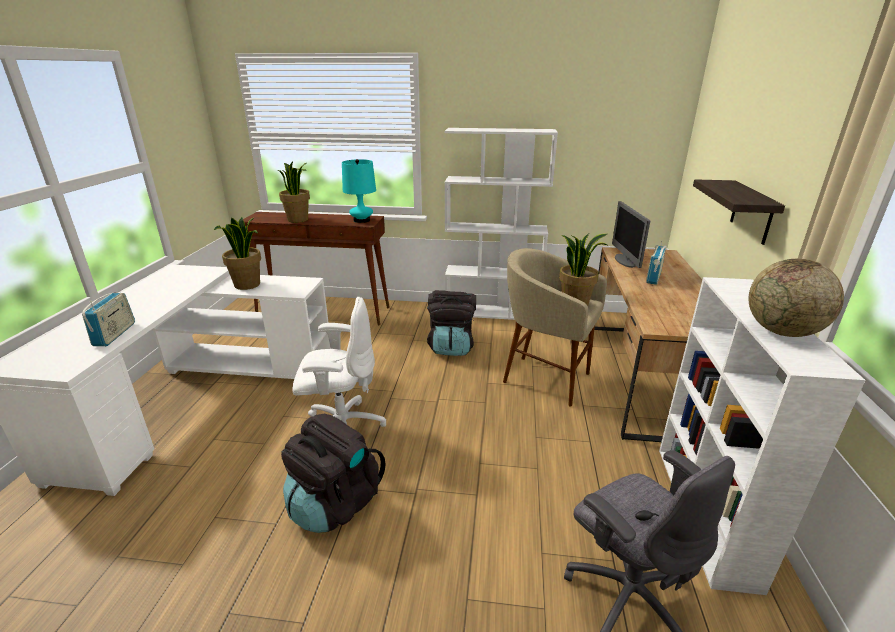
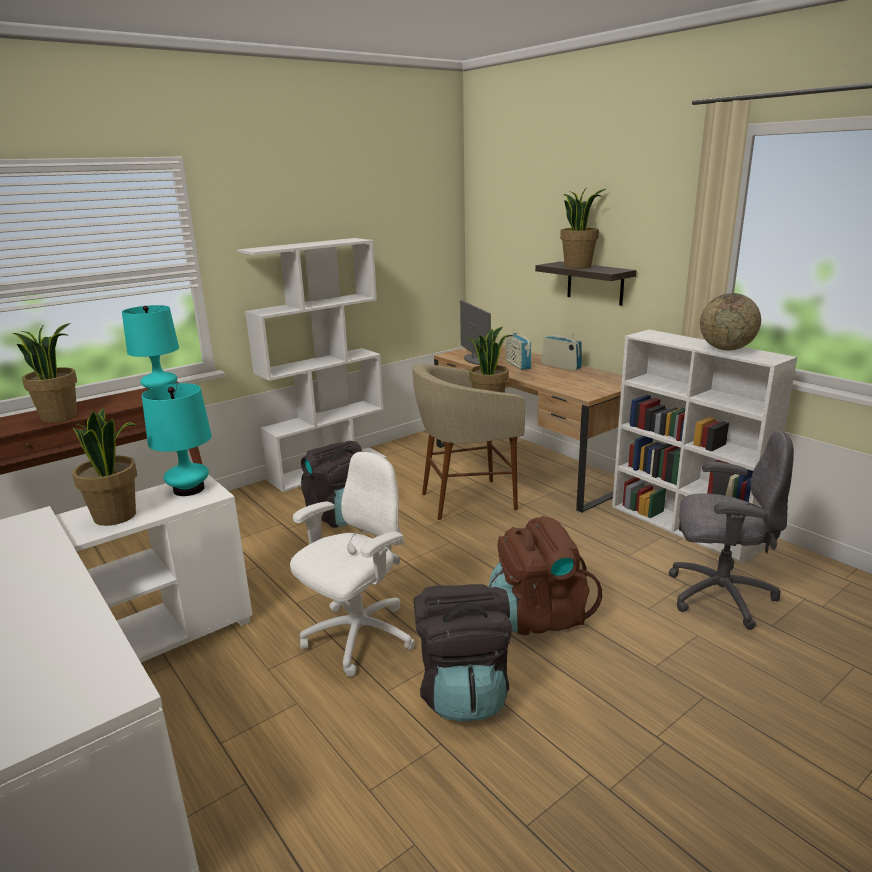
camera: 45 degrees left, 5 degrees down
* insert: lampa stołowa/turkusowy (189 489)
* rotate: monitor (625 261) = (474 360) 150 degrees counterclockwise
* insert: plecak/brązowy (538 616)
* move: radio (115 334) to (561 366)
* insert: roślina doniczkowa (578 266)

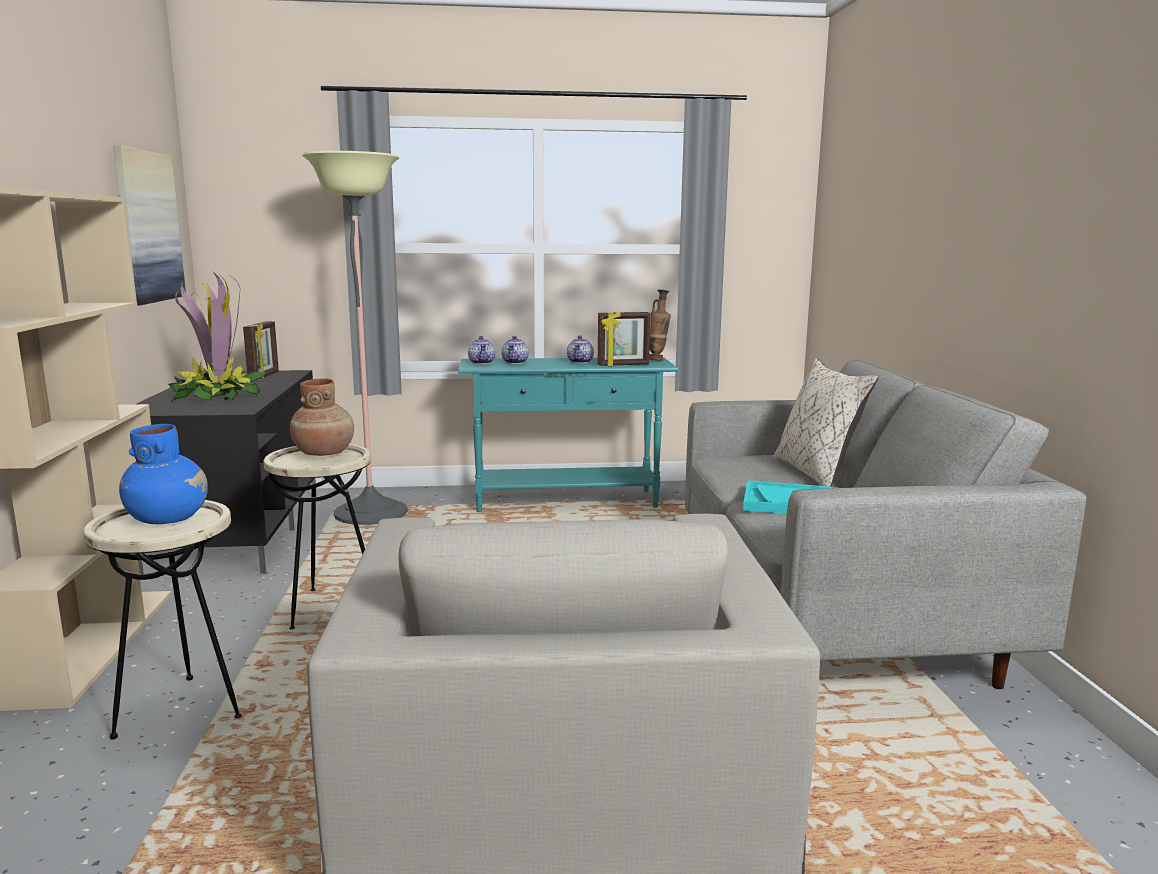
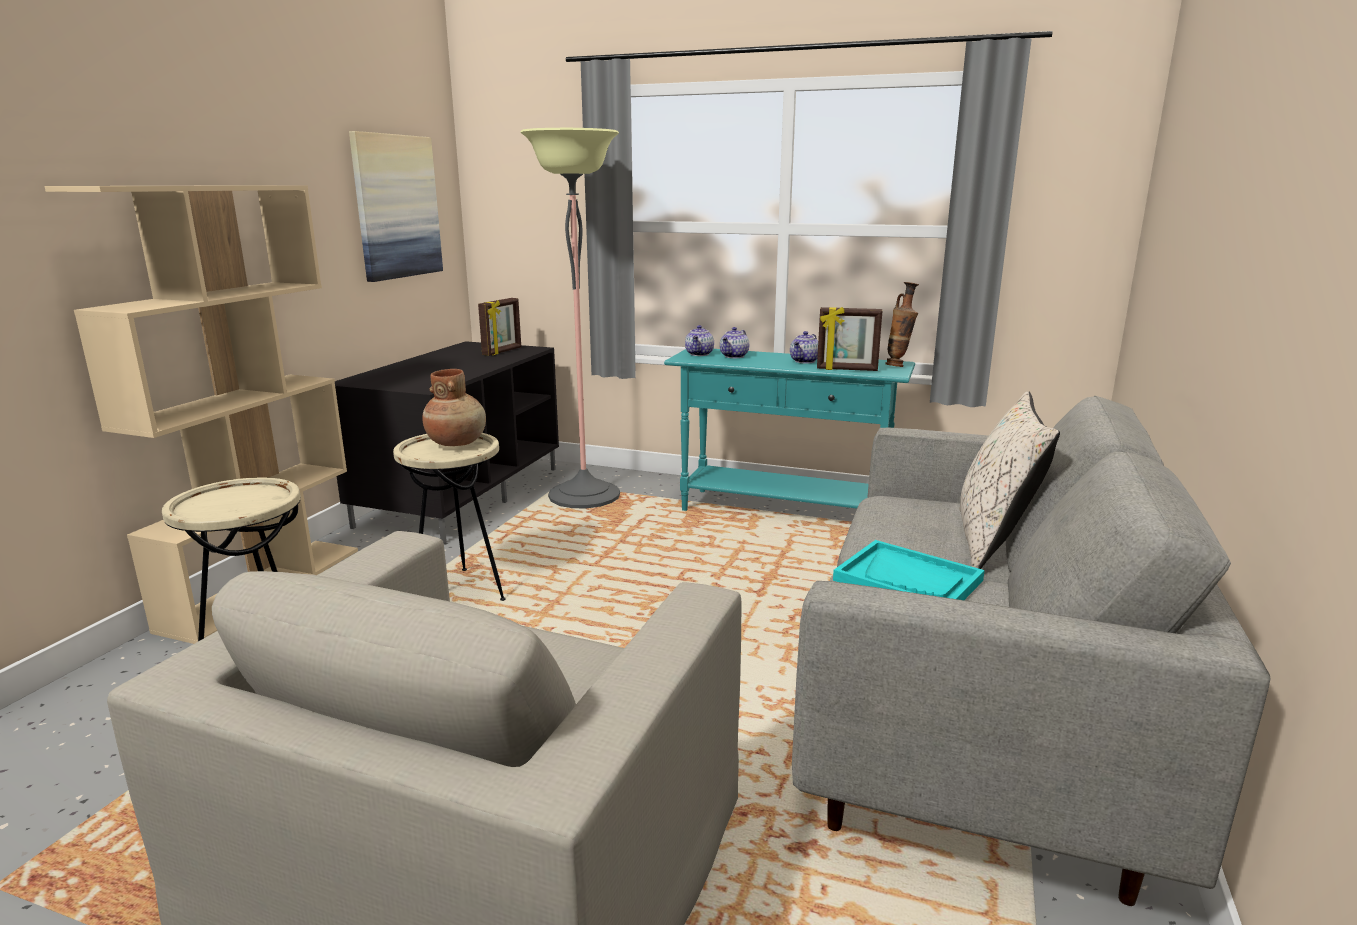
camera: 25 degrees right, 5 degrees up
* delete: wazon/niebieski (168 519)
* delete: roślina doniczkowa (218 397)

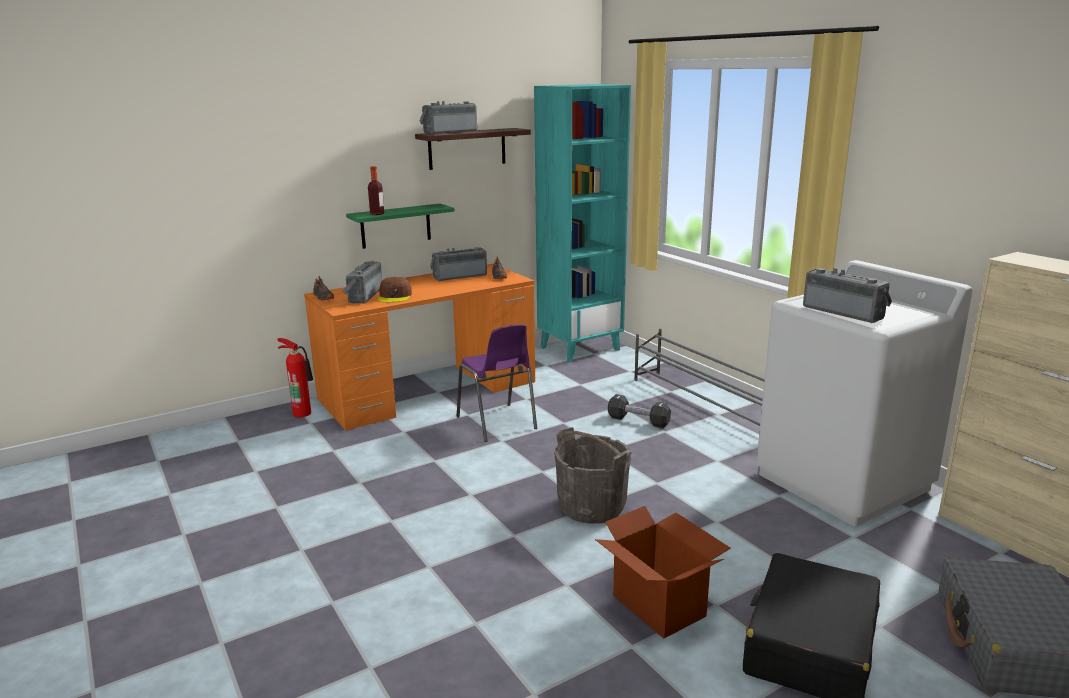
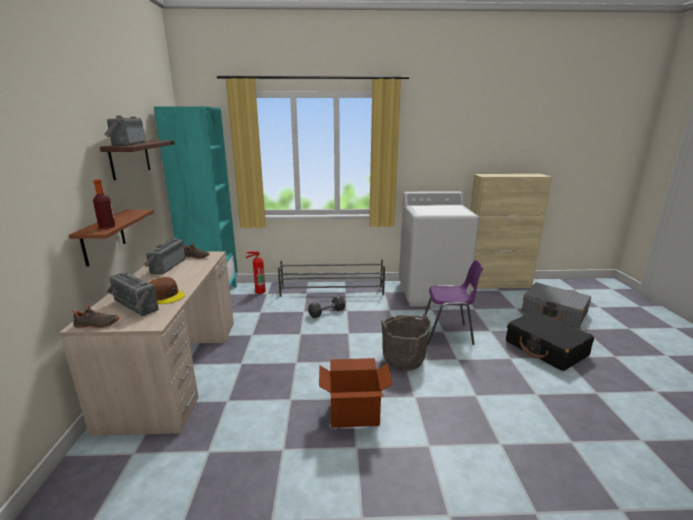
camera: 60 degrees left, 0 degrees up
* recolor: biurko/pomarańczowy (429 390) to biurko/beżowy (177 367)
* recolor: półka/zielony (395 226) to półka/brązowy (103 237)
* move: gaśnica (302 412) to (259 291)
* move: karton (659 605) to (354 413)
* move: krzesło/fioletowy (497 423) to (448 334)
* delete: radio (844 312)

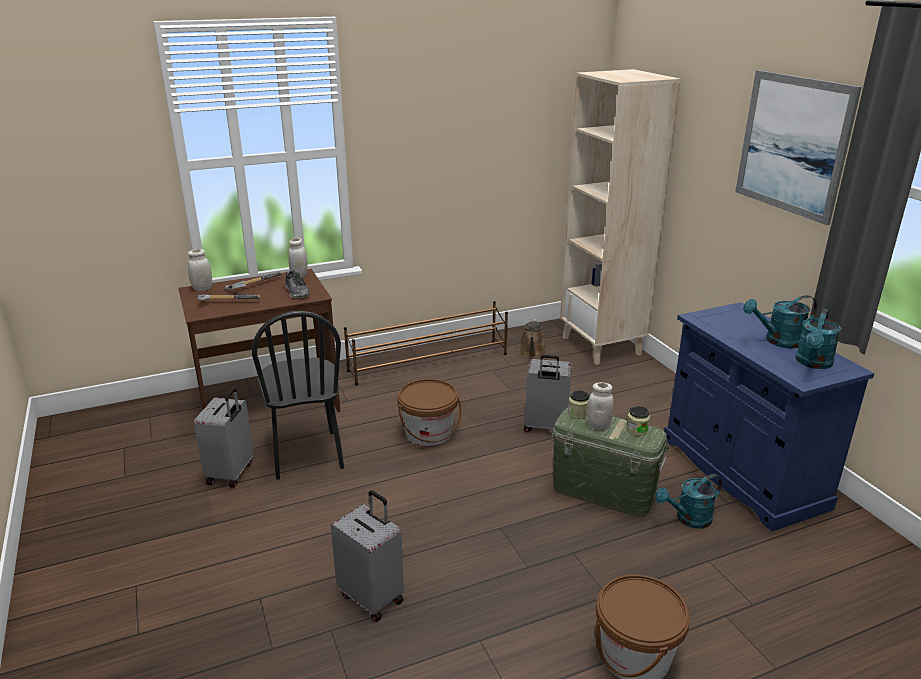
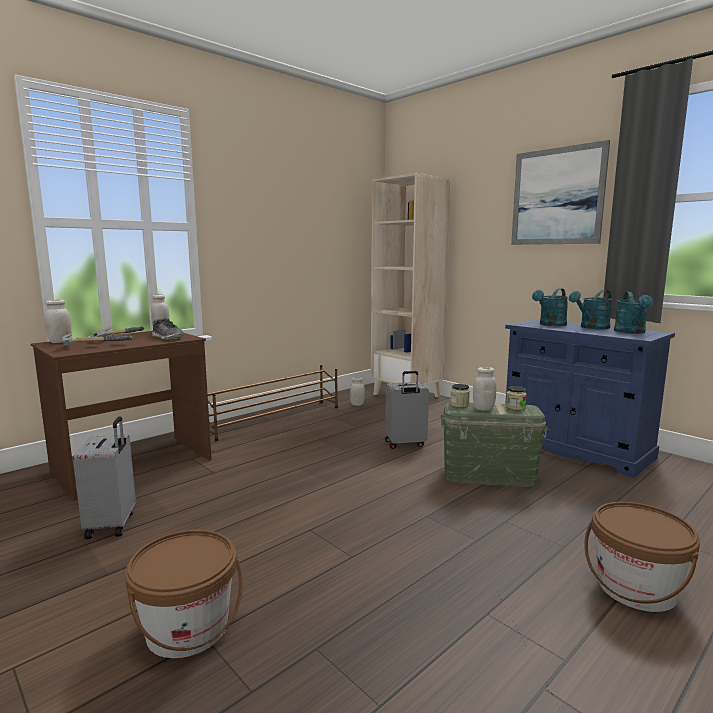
camera: 20 degrees left, 15 degrees down
* move: wiadro/brązowy (428 433) to (188 628)
* replace: konewka/brązowy (532 353) to słoik/biały (357 404)
* move: konewka/turkusowy (688 519) to (550 324)
* delete: krzesło/czarny (307 455)
* delete: walizka/szary (372 597)

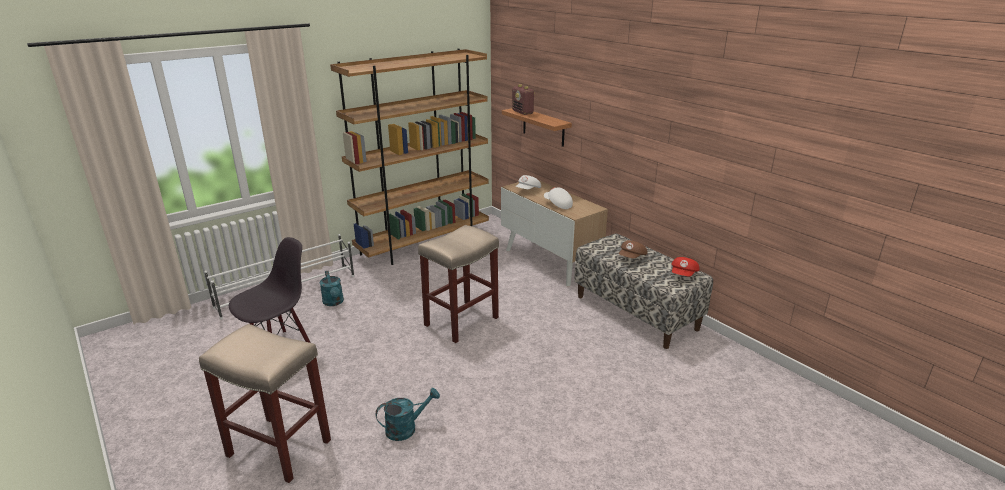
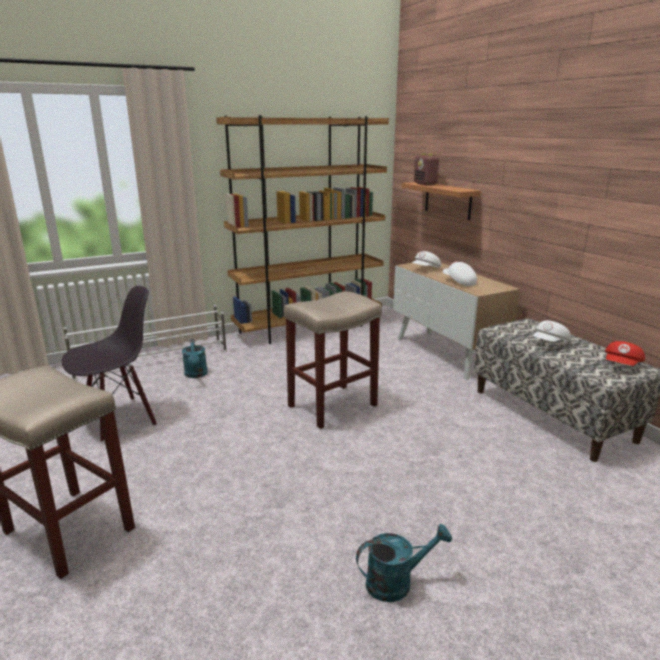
camera: 10 degrees right, 5 degrees down
* move: konewka/turkusowy (406 428) to (396 581)
* recolor: czapka z daszkiem/brązowy (632 257) to czapka z daszkiem/biały (550 343)

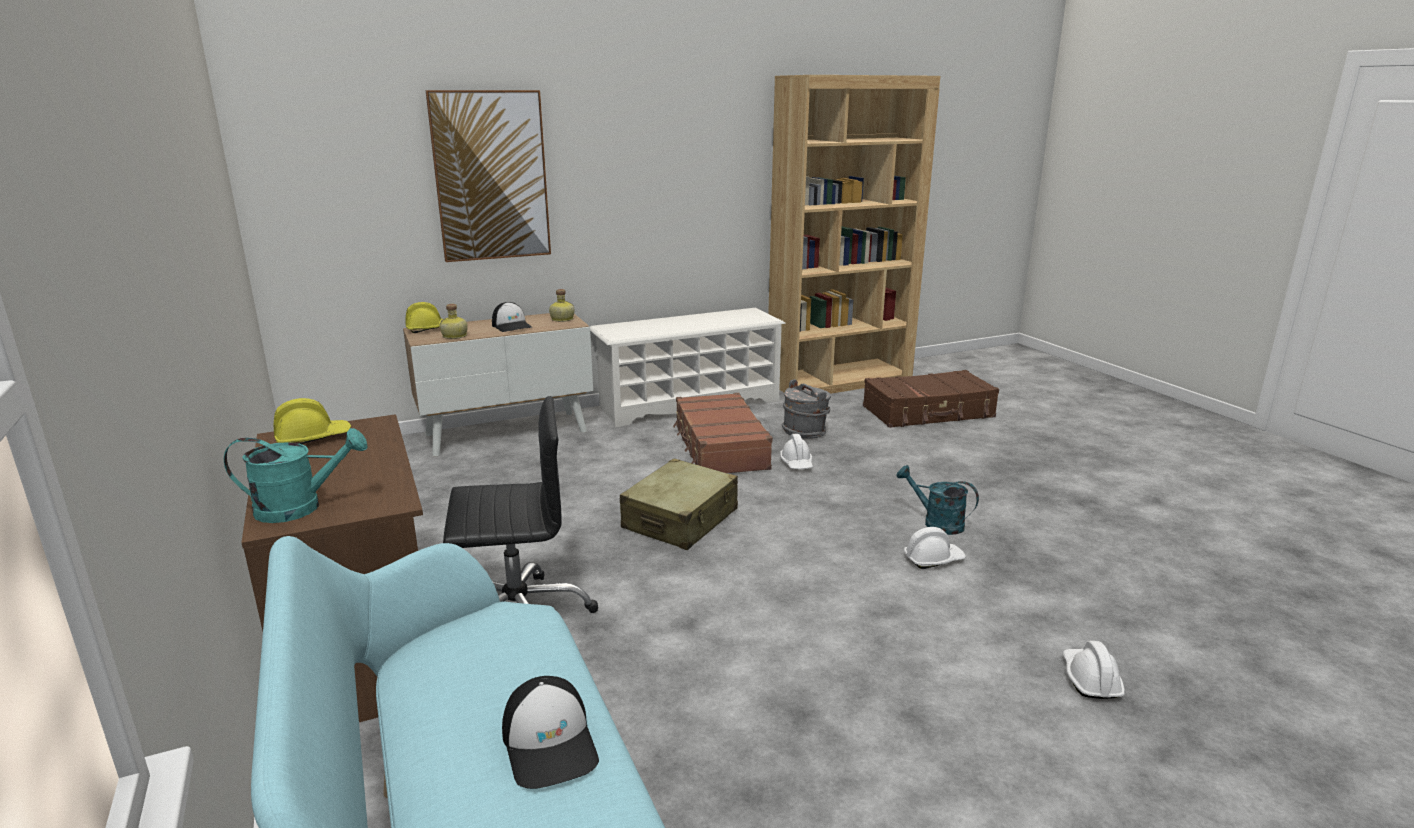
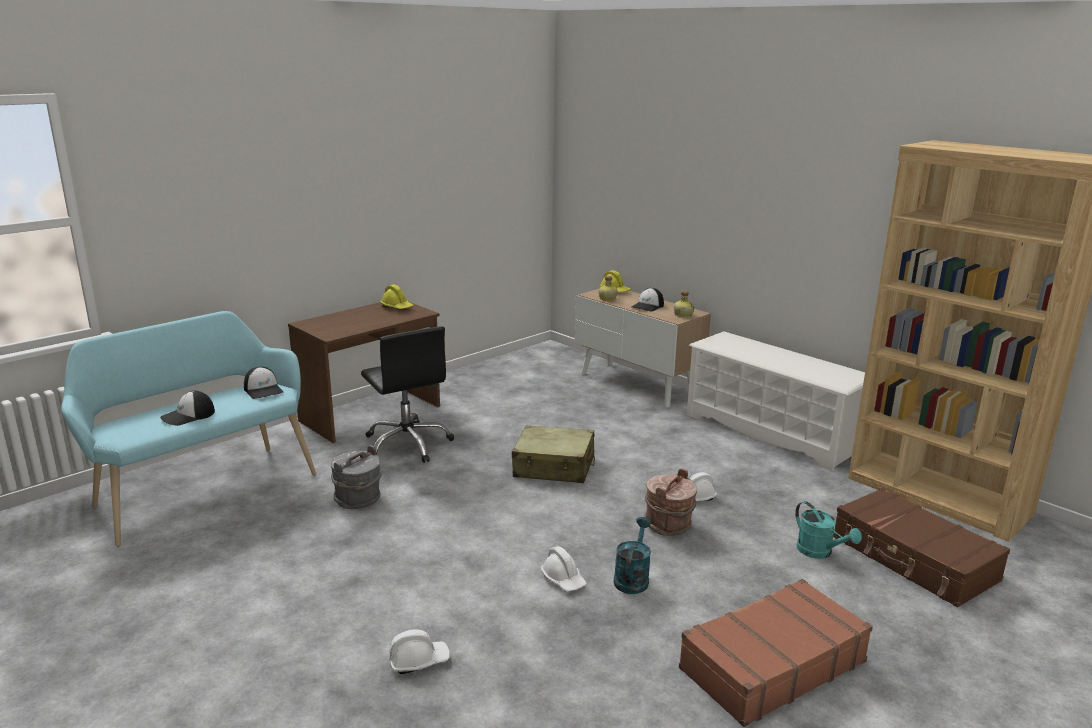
camera: 70 degrees right, 0 degrees up
* insert: czapka z daszkiem (263 390)
* move: wiadro/szary (805 432) to (358 499)
* insert: wiadro/brązowy (668 525)
* move: walizka/brązowy (720 447) to (771 664)
* move: konewka/turkusowy (300 507) to (819 552)
* delete: obraz (491 176)

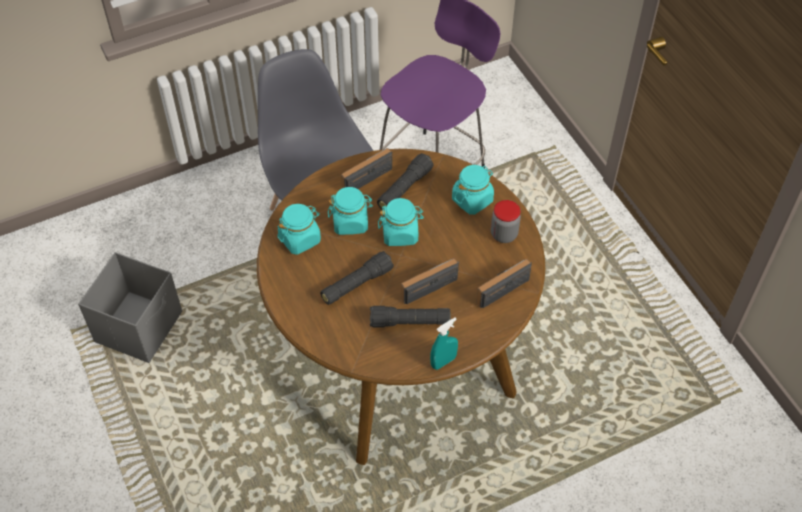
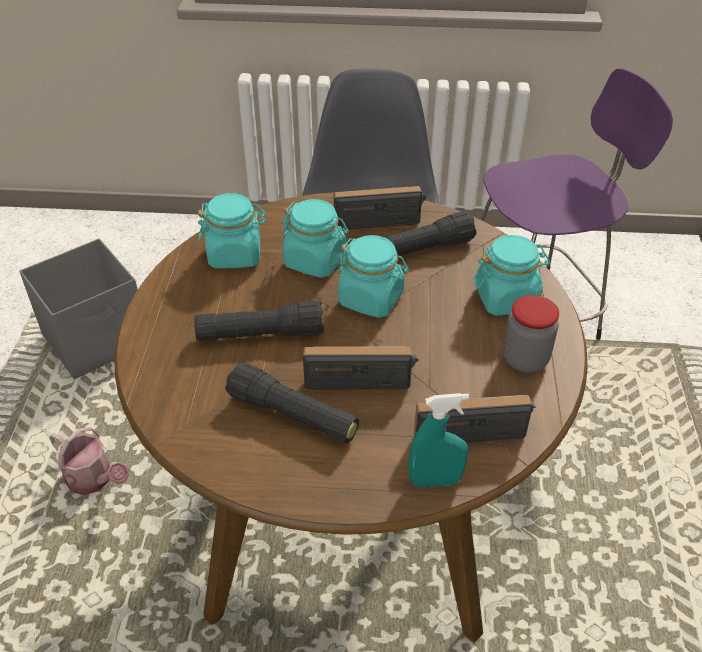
camera: 30 degrees right, 10 degrees down
* insert: konewka (94 480)
* move: spryskiwacz/turkusowy (443 362) to (435 481)

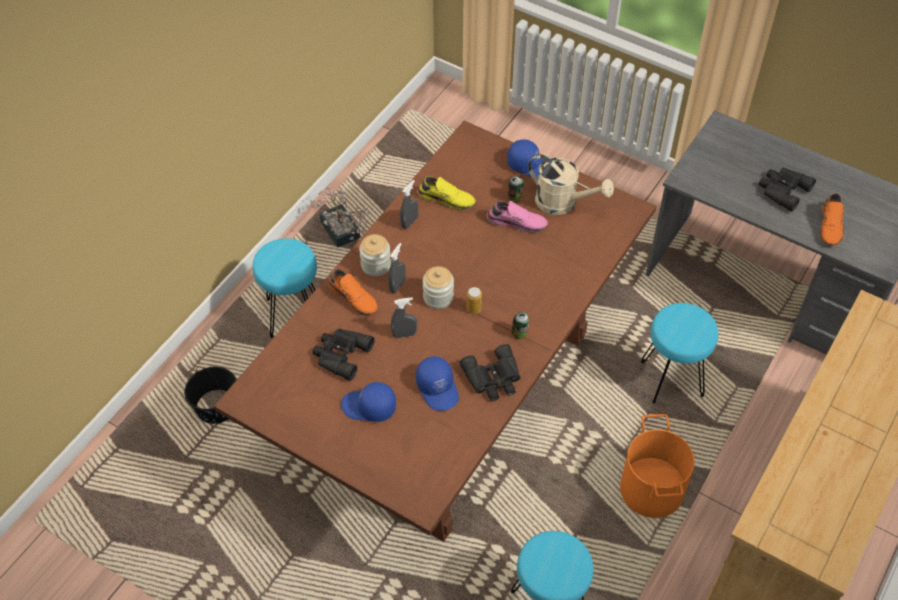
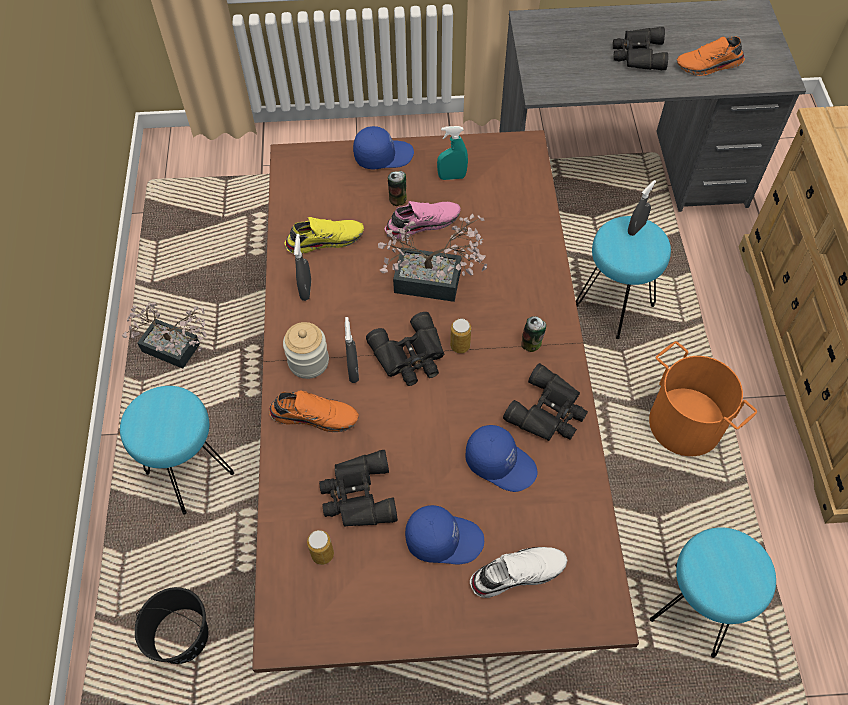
camera: 35 degrees left, 5 degrees up
* insert: puszka (322 554)
* replace: słoik (438 297) to lornetka/czarny (410 356)
* insert: roślina doniczkowa (436 283)
* rotate: czapka z daszkiem/niebieski (369 407) = (444 538) 150 degrees counterclockwise
* replace: konewka/beżowy (563 203) to spryskiwacz/turkusowy (452 177)
* insert: but/biały (517 572)
* move: spryskiwacz/szary (404 334) to (636 228)
* rotate: but/pomarańczowy (831 226) = (709 66) 105 degrees clockwise

